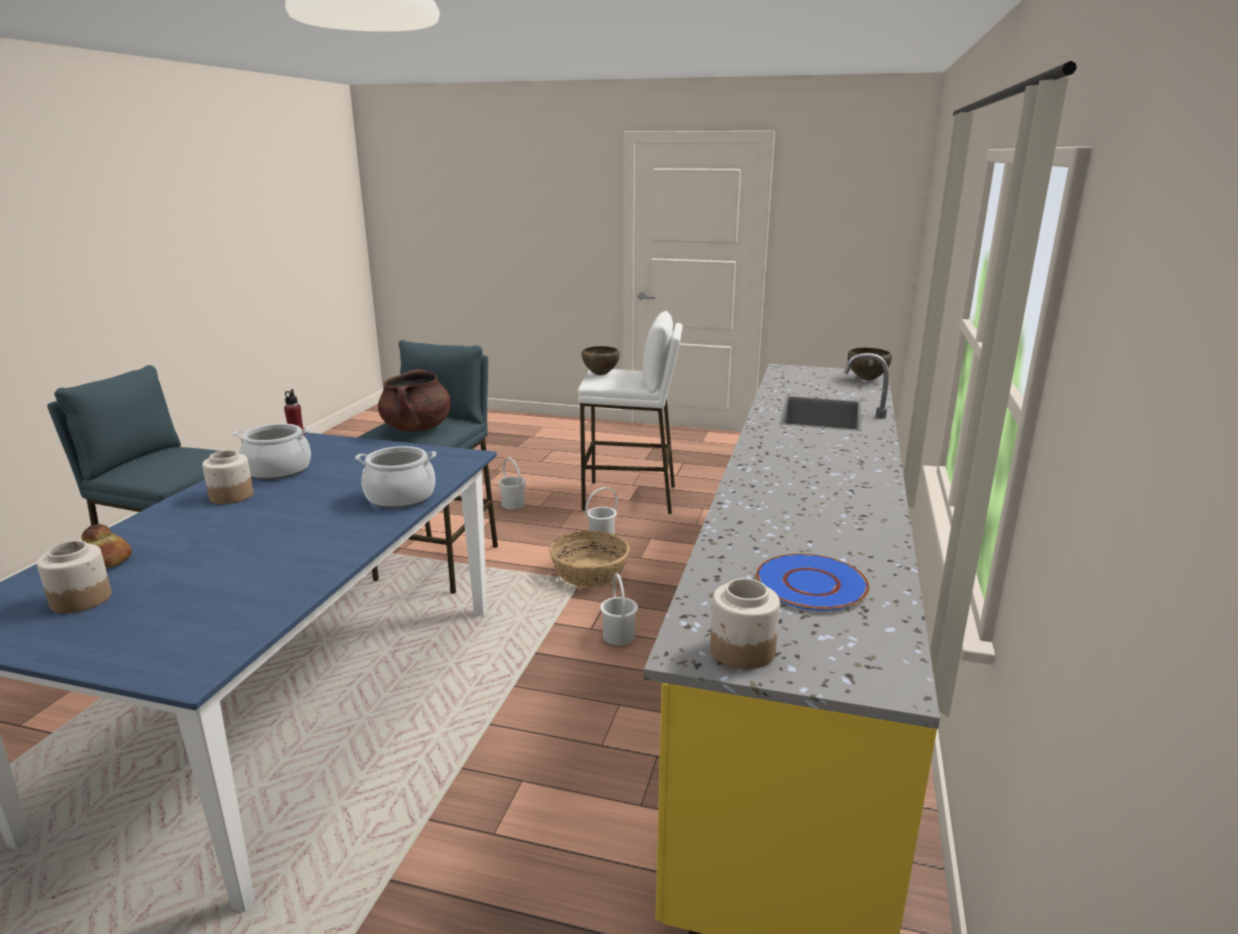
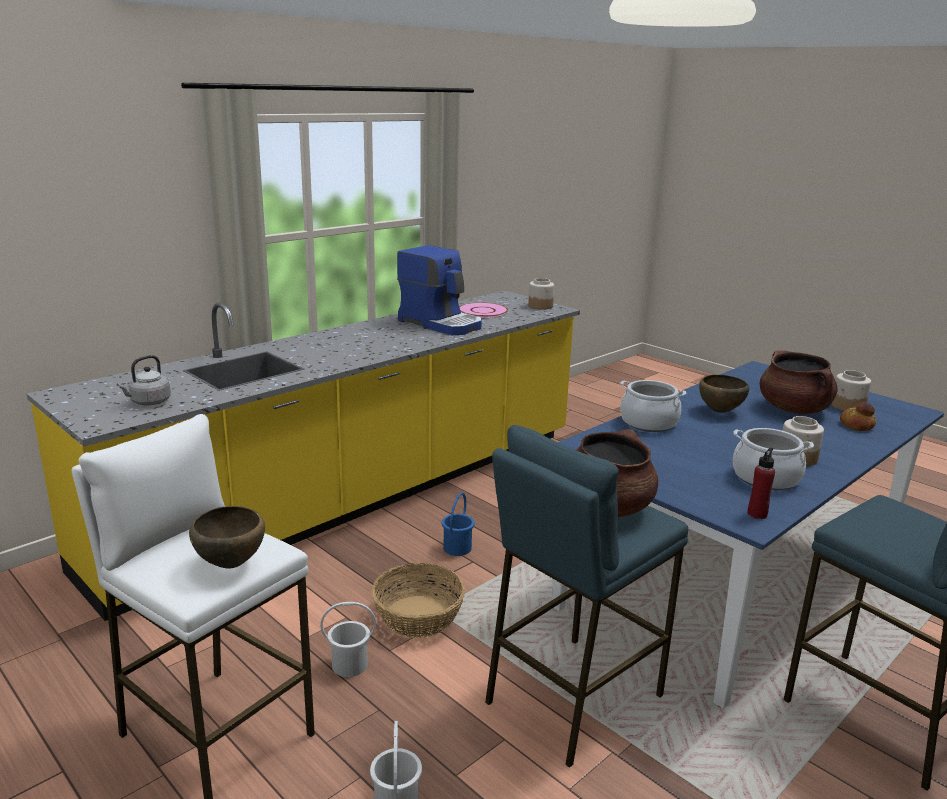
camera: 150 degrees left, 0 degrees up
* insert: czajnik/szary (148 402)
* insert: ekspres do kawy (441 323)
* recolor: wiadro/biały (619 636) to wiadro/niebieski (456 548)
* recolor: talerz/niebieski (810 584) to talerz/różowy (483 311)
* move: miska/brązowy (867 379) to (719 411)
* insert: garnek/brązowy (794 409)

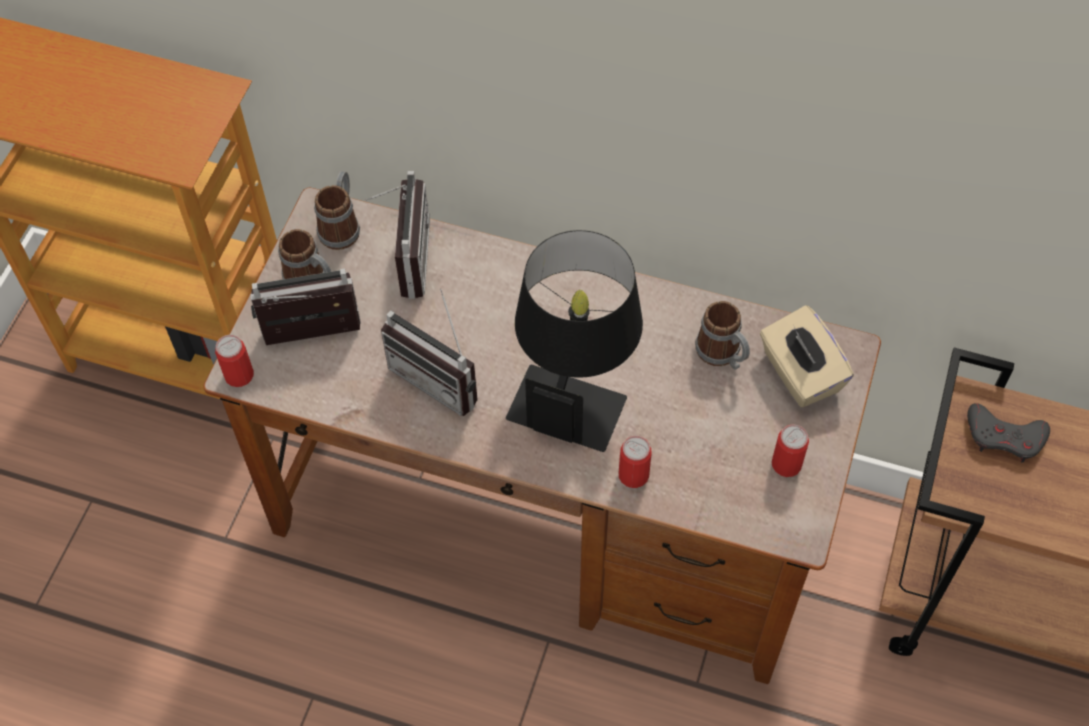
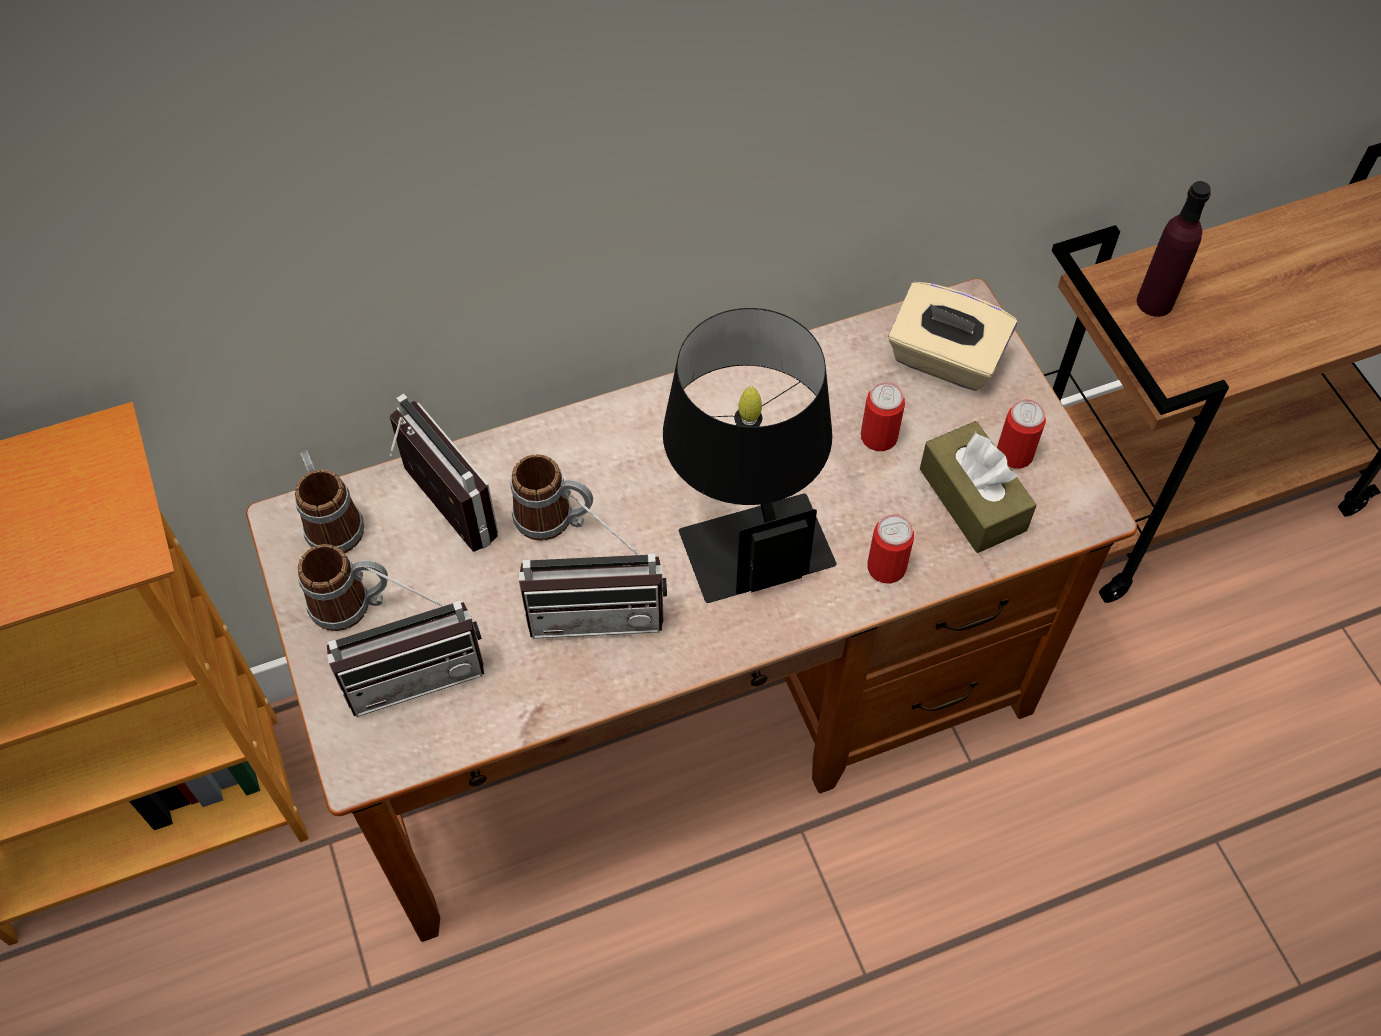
camera: 40 degrees left, 0 degrees up
* rotate: radio (312 340) = (414 668) 150 degrees counterclockwise
* move: kubek (723 355) to (554 519)
* move: puszka (239 375) to (879 437)
* insert: pudełko chusteczek/brązowy (972 499)
* replace: pad do gier/szary (1004 437) to butelka/fioletowy (1155 302)

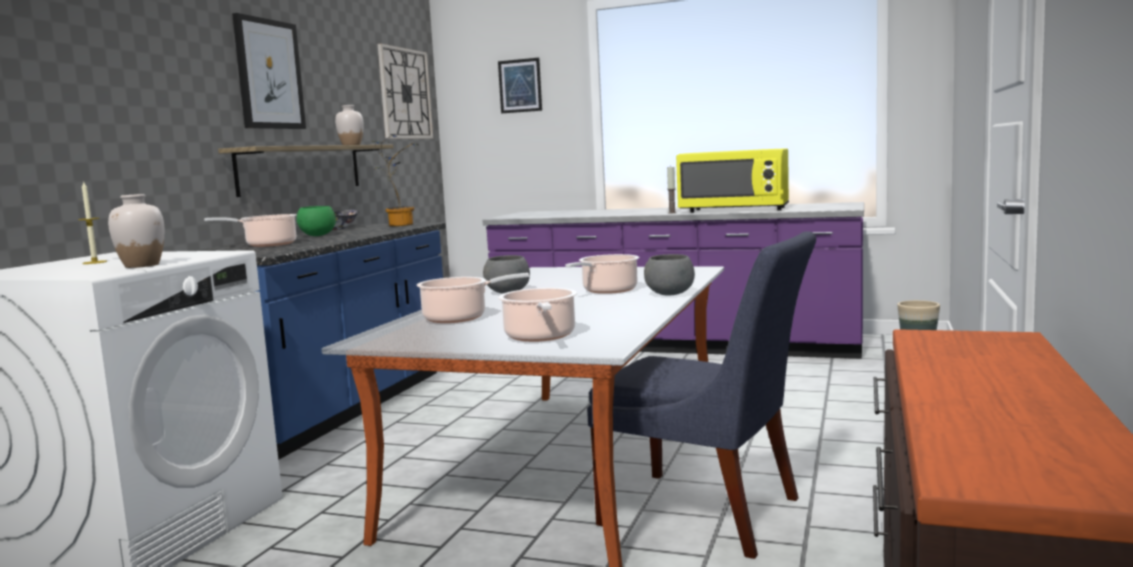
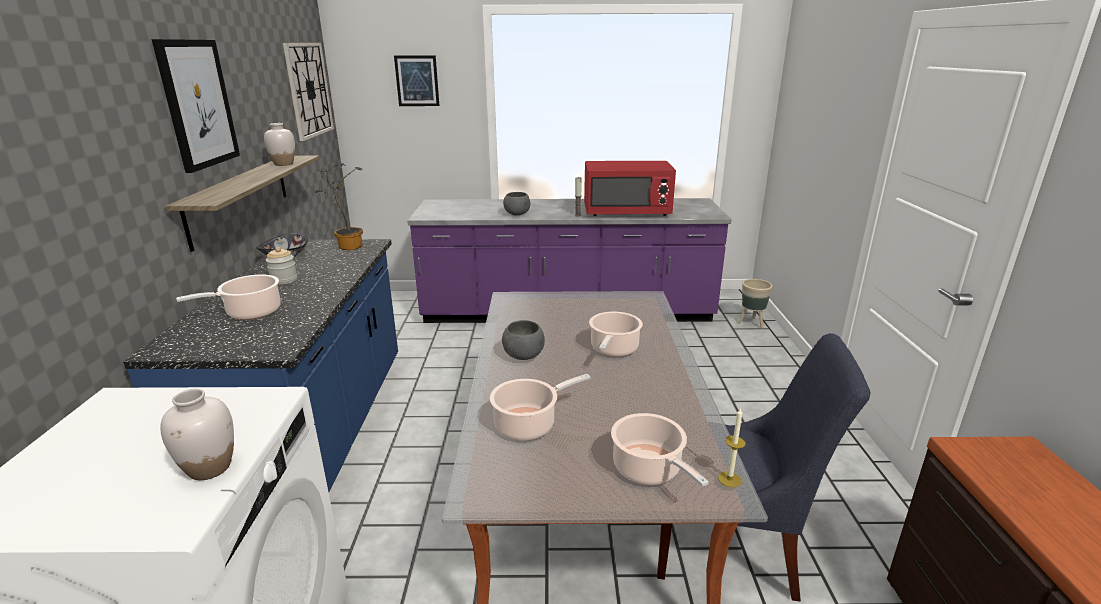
camera: 20 degrees left, 15 degrees up
* replace: miska/zielony (317 236) to słoik (284 280)
* move: miska/szary (669 294) to (516 214)
* recolor: mikrofalówka/żółty (734 210) to mikrofalówka/czerwony (627 213)
* move: świeca (95 262) to (729 479)

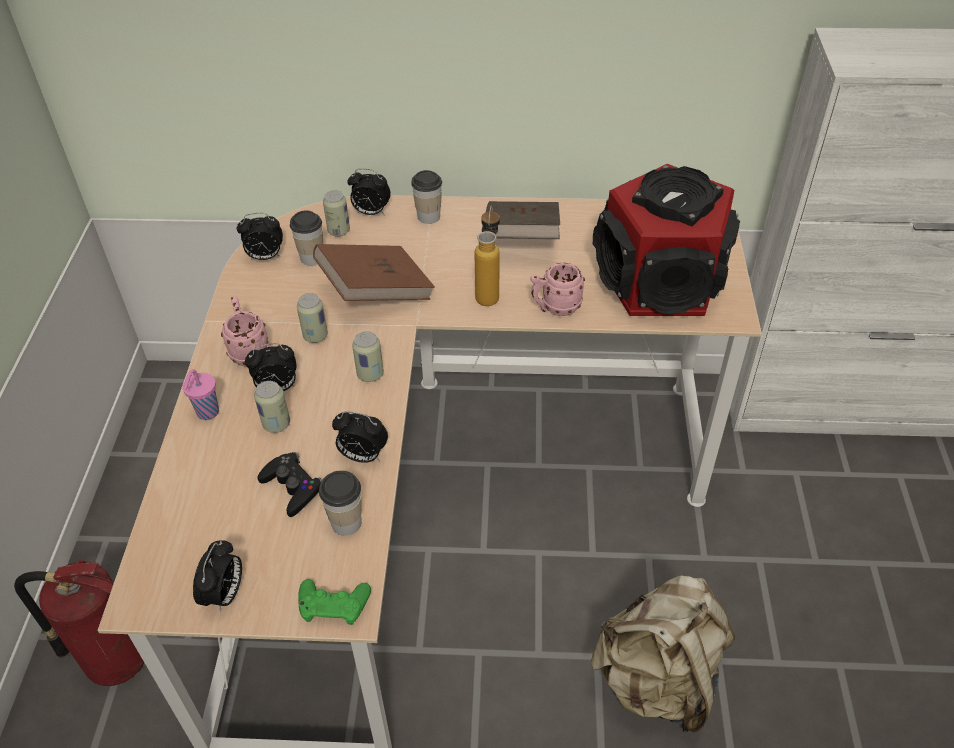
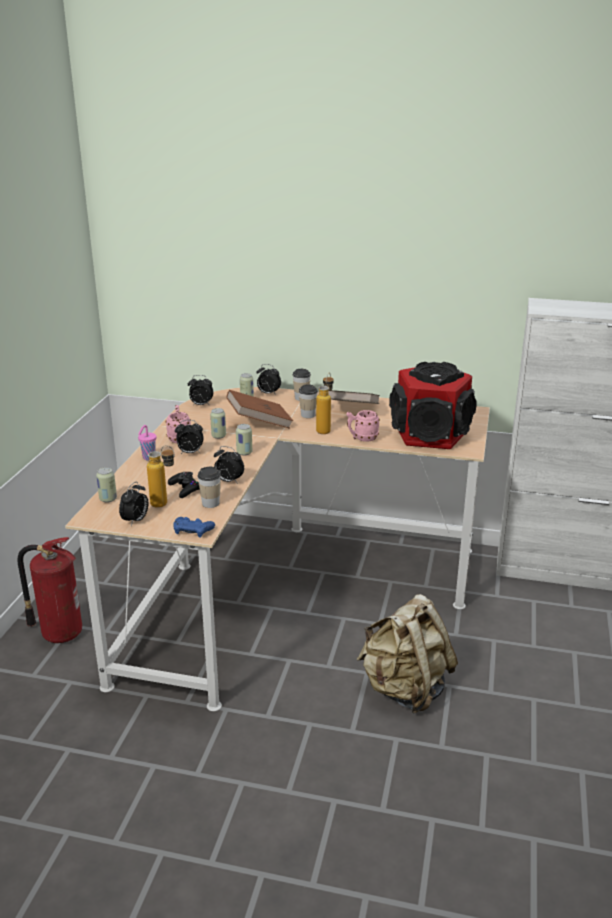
camera: 10 degrees right, 20 degrees down
* move: puszka (276 424) to (108 499)
* insert: butelka (165 505)
* recolor: pad do gier/zielony (333 605) to pad do gier/niebieski (193 530)
* move: filiżanka (312 258) to (308 415)

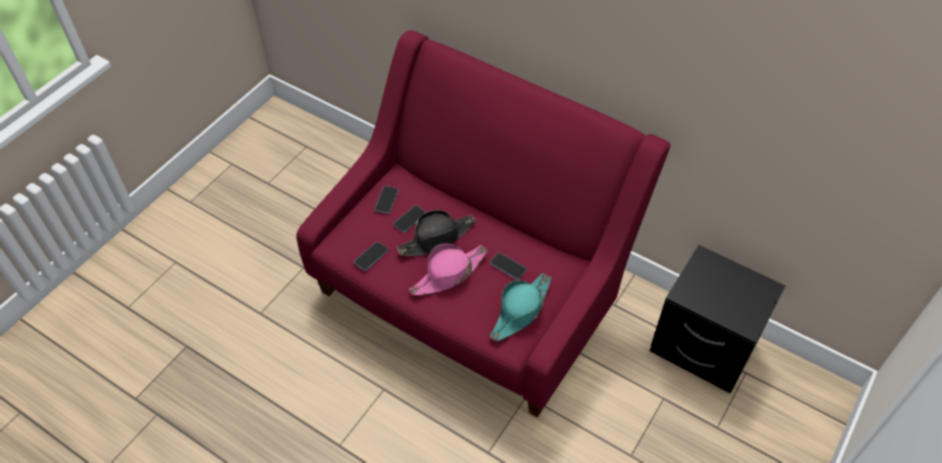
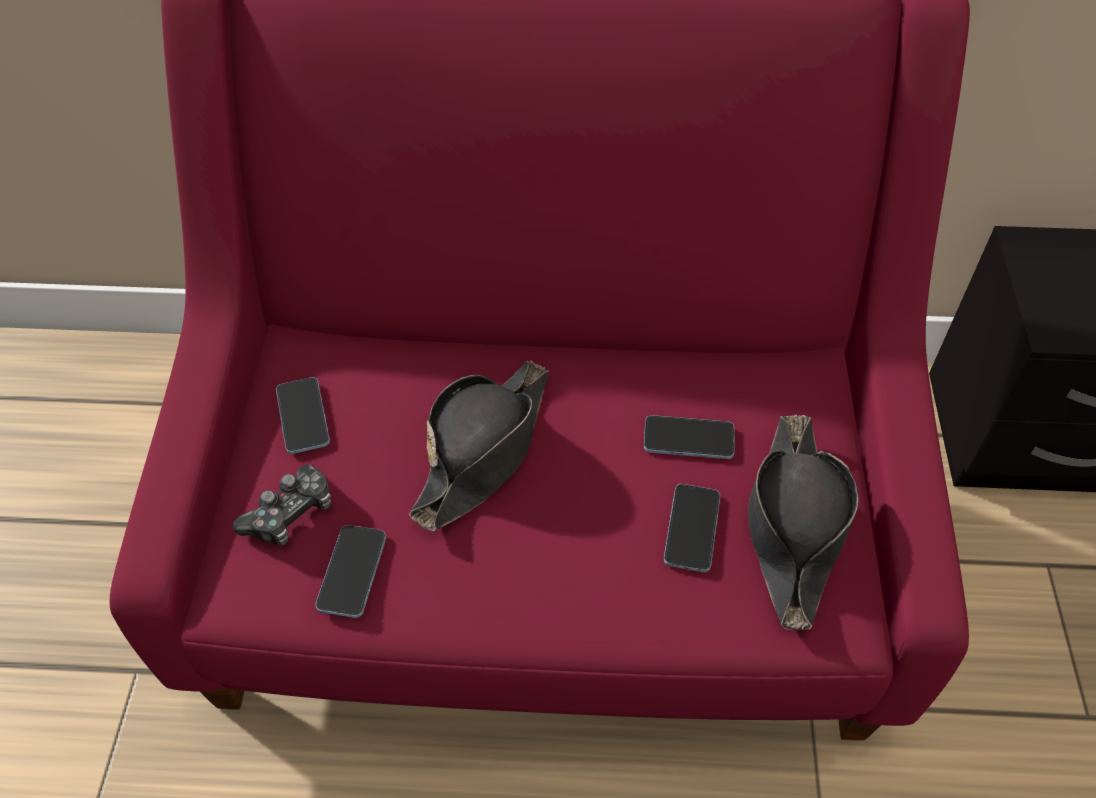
camera: 30 degrees left, 0 degrees up
* insert: pad do gier (290 514)
* move: telefon (409 220) to (691 529)
* recolor: kapelusz/turkusowy (520 311) to kapelusz/czarny (793 526)
* delete: kapelusz/różowy (448 274)

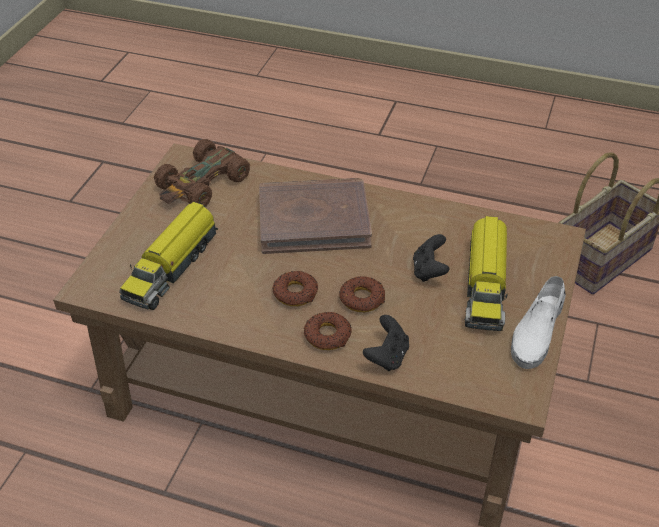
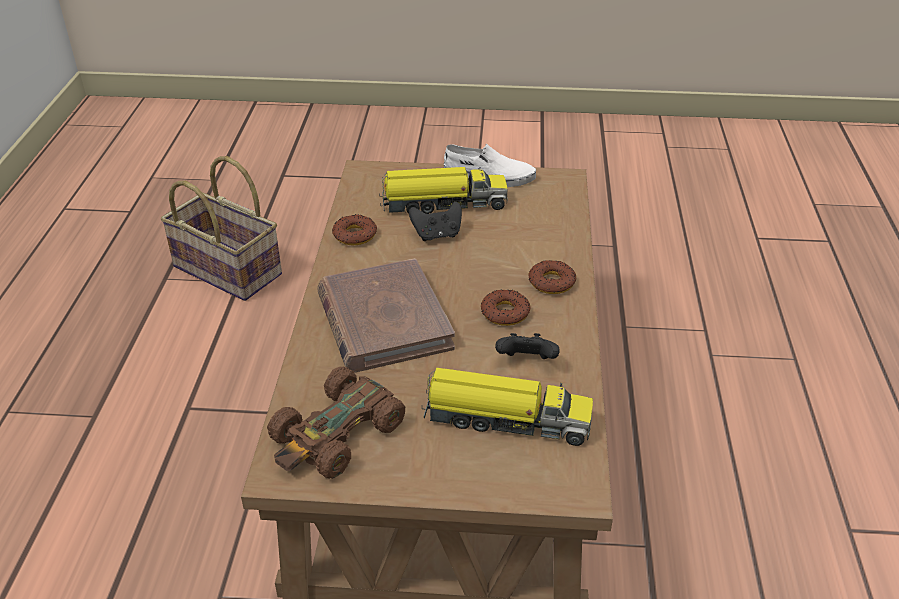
camera: 105 degrees left, 5 degrees down
* rotate: samochodzik/brązowy (202 184) = (337 434) 105 degrees clockwise
* move: donut (362 298) to (354 235)
* move: pad do gier/czarny (387 356) to (526 362)

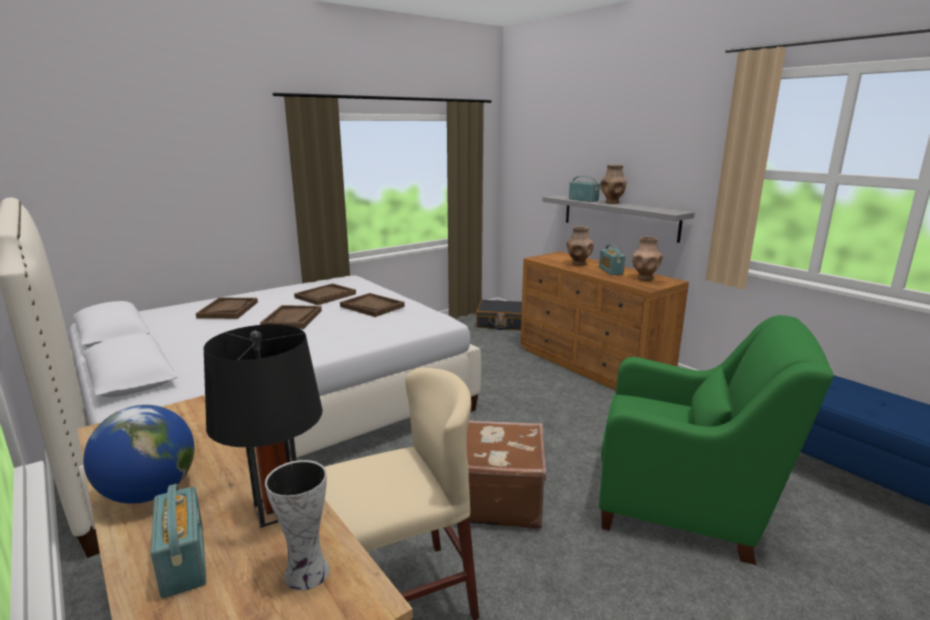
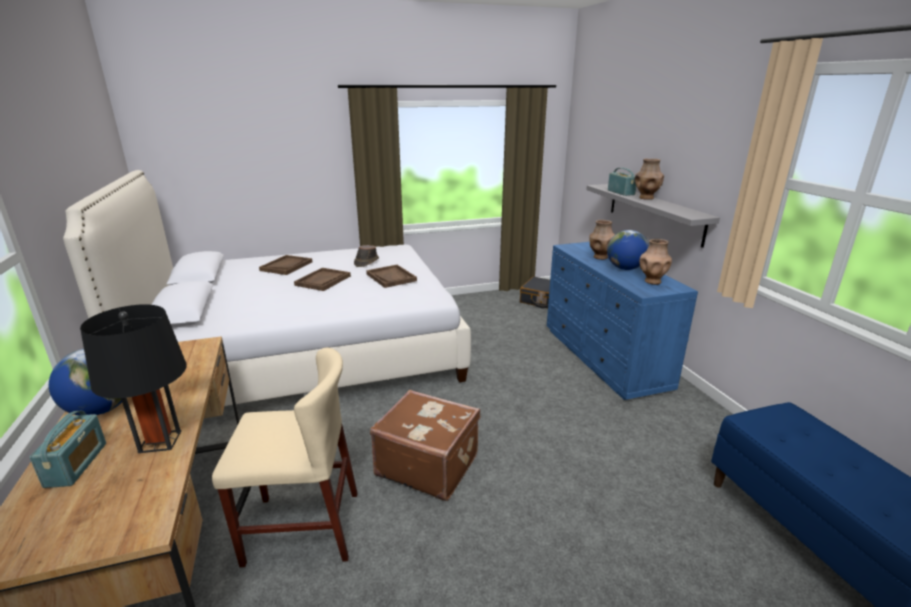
camera: 20 degrees right, 5 degrees up
* replace: taca/brązowy (325 296) to kapelusz/brązowy (366 262)
* recolor: komoda/brązowy (592 366) to komoda/niebieski (604 358)
* replace: radio (610 271) to globus (625 268)
* delete: wazon (305 574)
* delete: fotel/zielony (685 504)

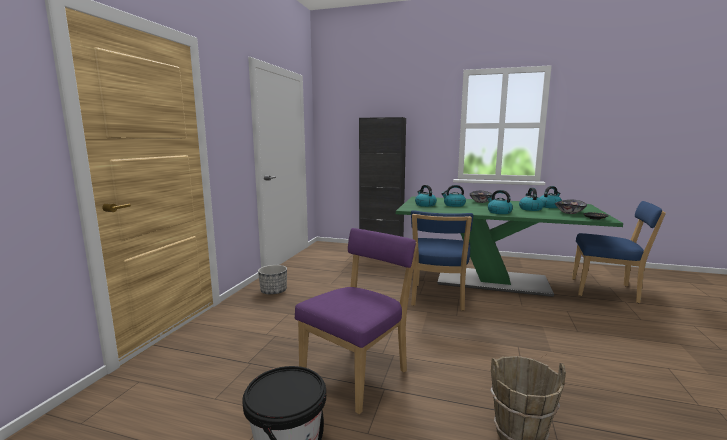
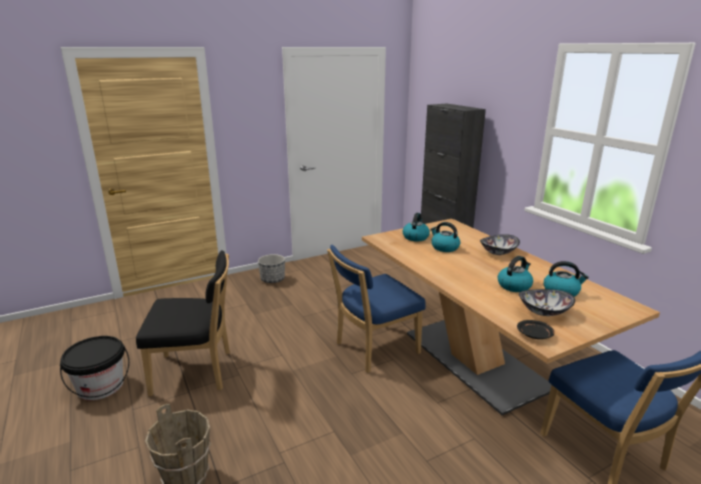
camera: 45 degrees right, 10 degrees up
* recolor: krzesło/fioletowy (358 374) to krzesło/czarny (196 372)
* recolor: stół jadalny/zielony (492 281) to stół jadalny/beżowy (475 360)
* delete: czajnik (499 212)

